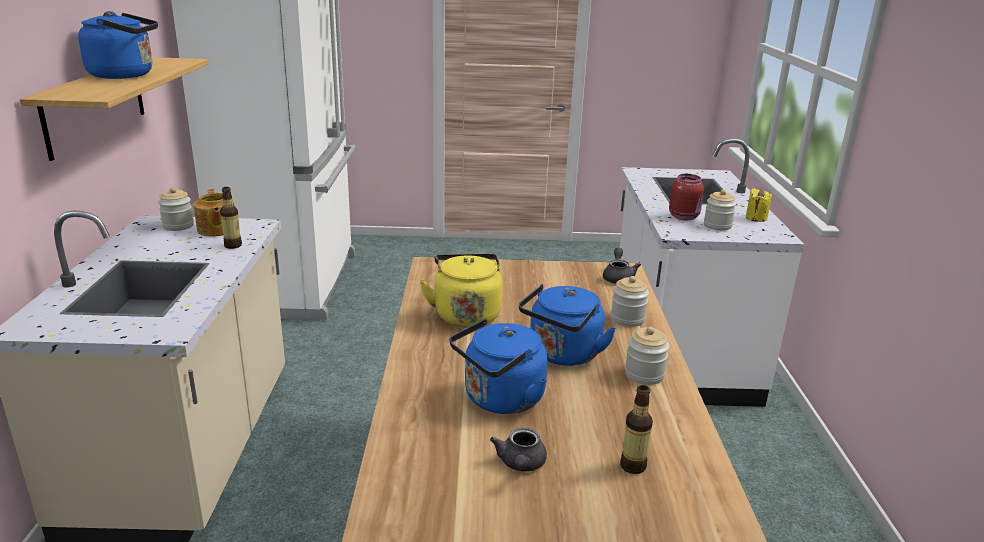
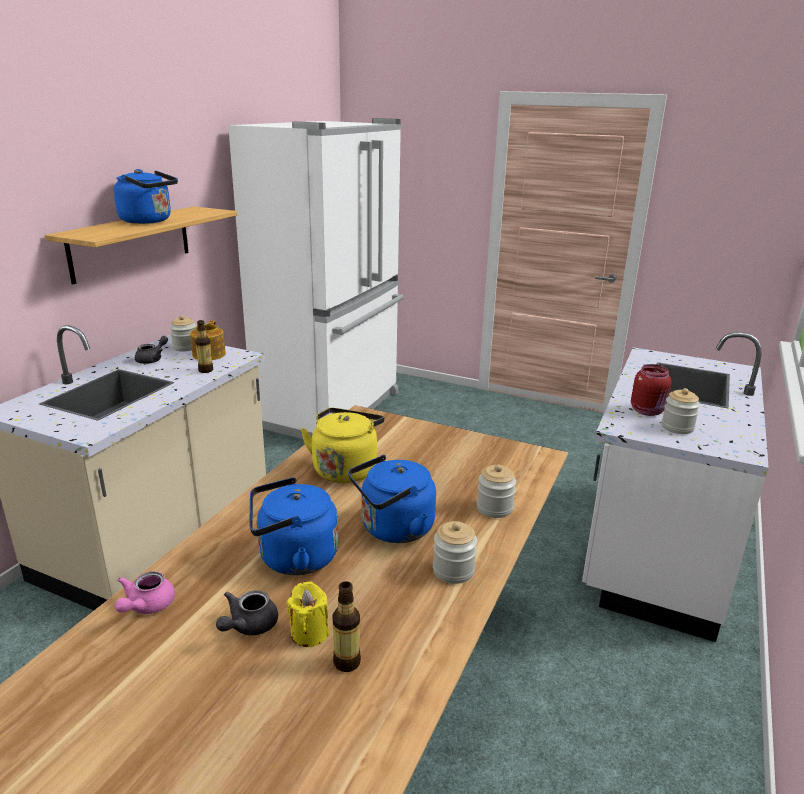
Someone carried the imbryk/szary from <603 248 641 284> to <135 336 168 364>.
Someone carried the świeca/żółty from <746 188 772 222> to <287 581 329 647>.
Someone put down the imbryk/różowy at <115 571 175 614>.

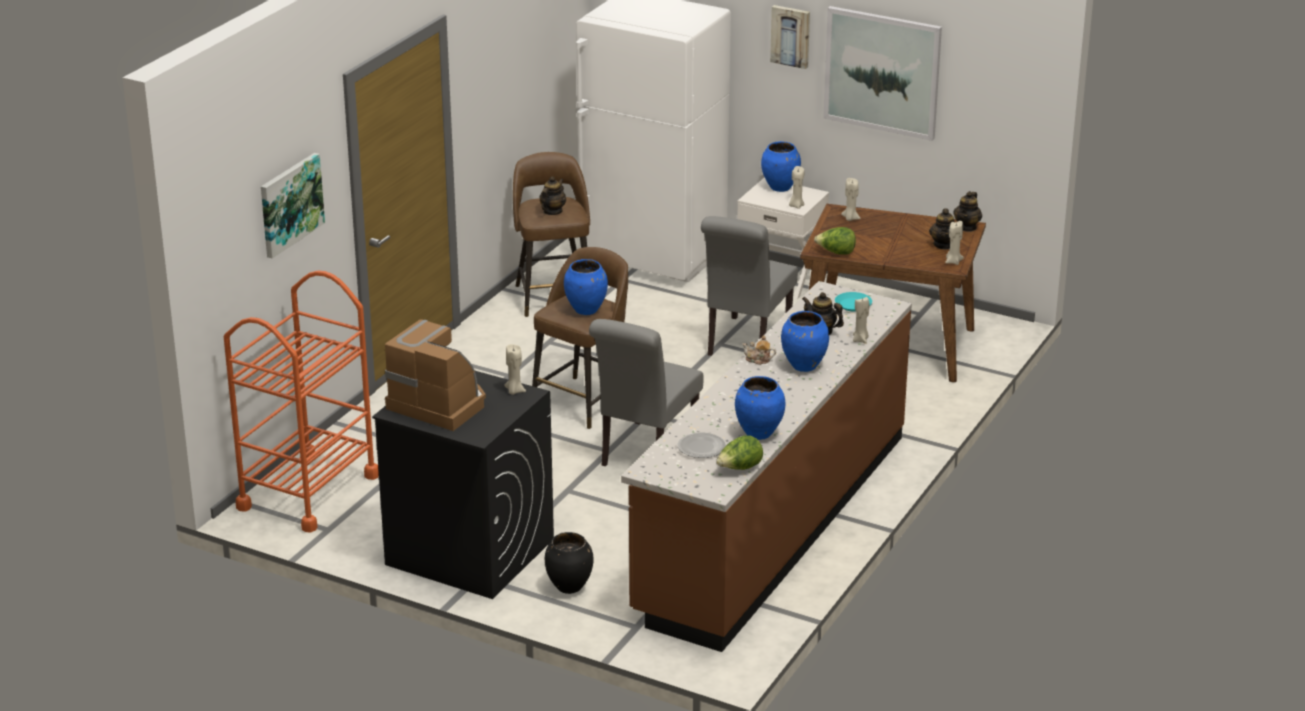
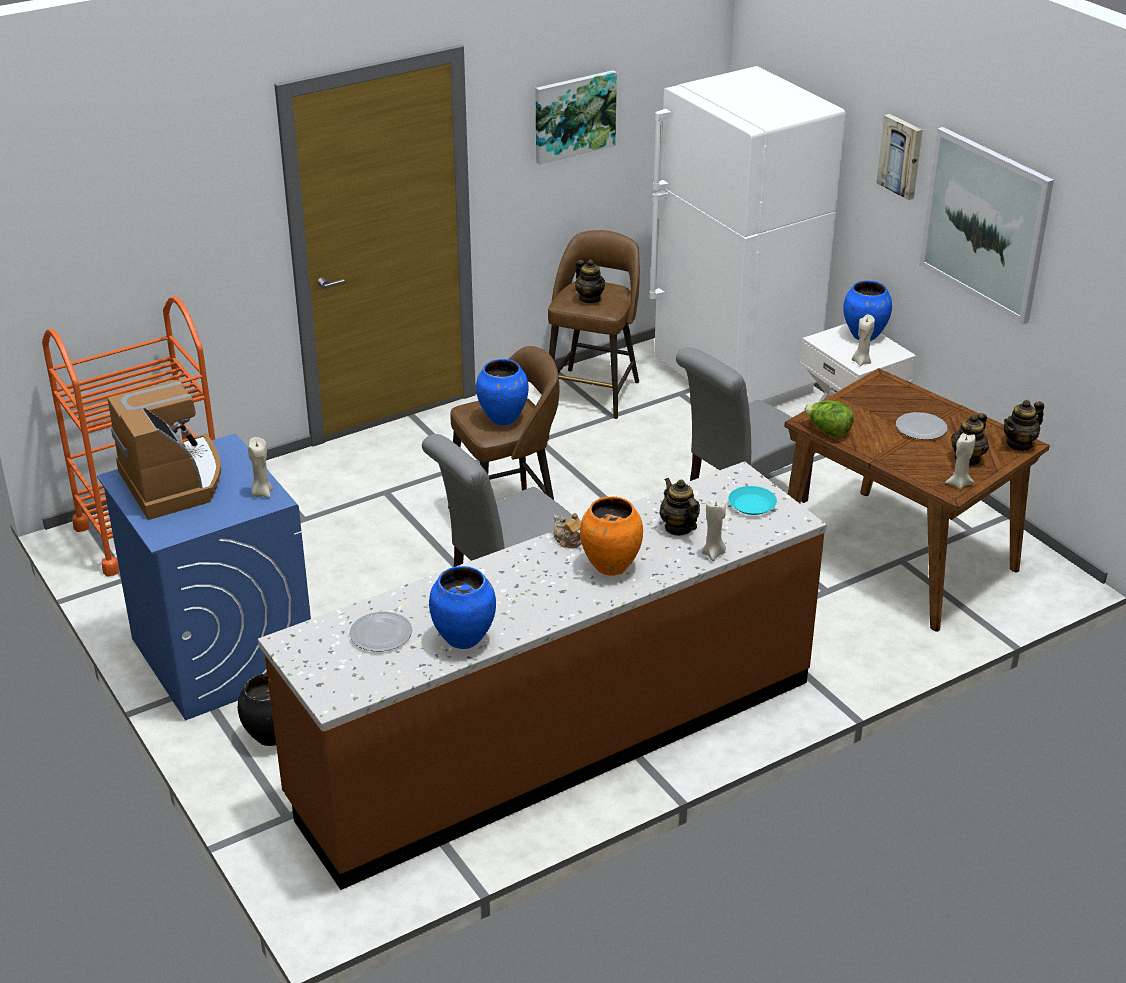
Someone carried the obraz from <261 153 325 259> to <535 70 617 165>.
Someone repainted the pralka/czarny at <372 370 554 599>, which became the pralka/niebieski at <97 433 311 721>.
Someone rotated the imbryk at <539 176 566 215> by 90 degrees clockwise.
Someone took away the sałata at <716 435 763 470>.
Someone repainted the wazon/niebieski at <781 311 829 372>, which became the wazon/pomarańczowy at <580 496 643 576>.
Someone took away the świeca/beżowy at <841 178 861 221>.
Someone put down the talerz at <896 412 947 440>.

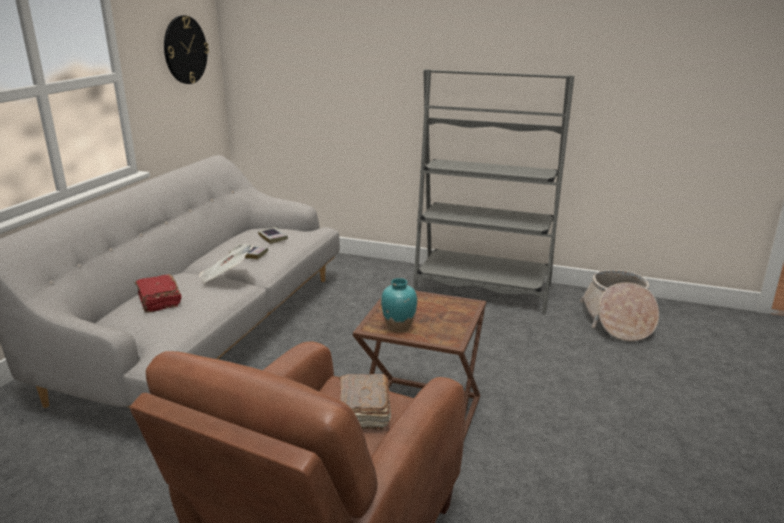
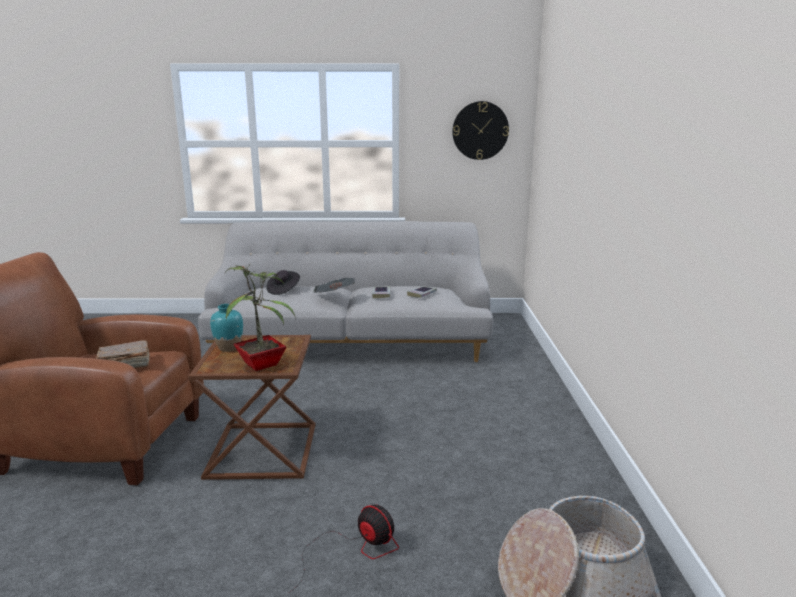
Someone swapped the książka/czerwony at <135 274 182 313> for the kapelusz/czarny at <266 270 300 295>.
Someone took away the regał/szary at <413 69 574 314>.
Someone put down the roślina doniczkowa at <226 263 296 371>.
Someone put down the wentylator at <289 505 399 593>.

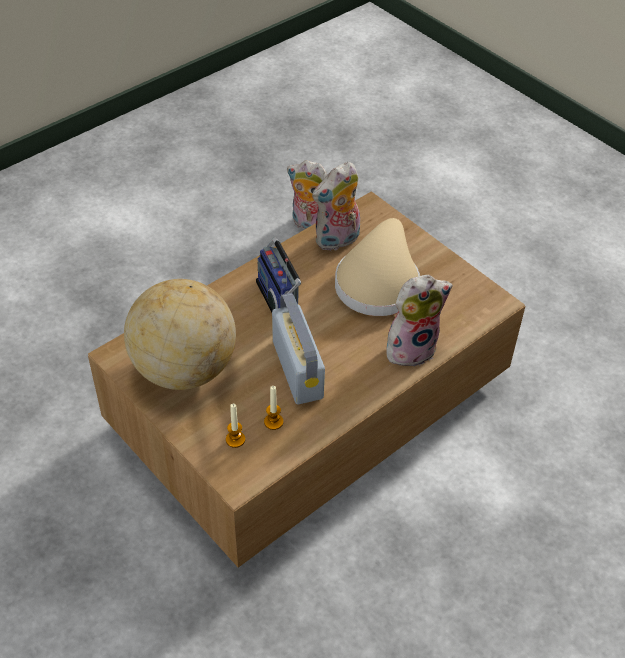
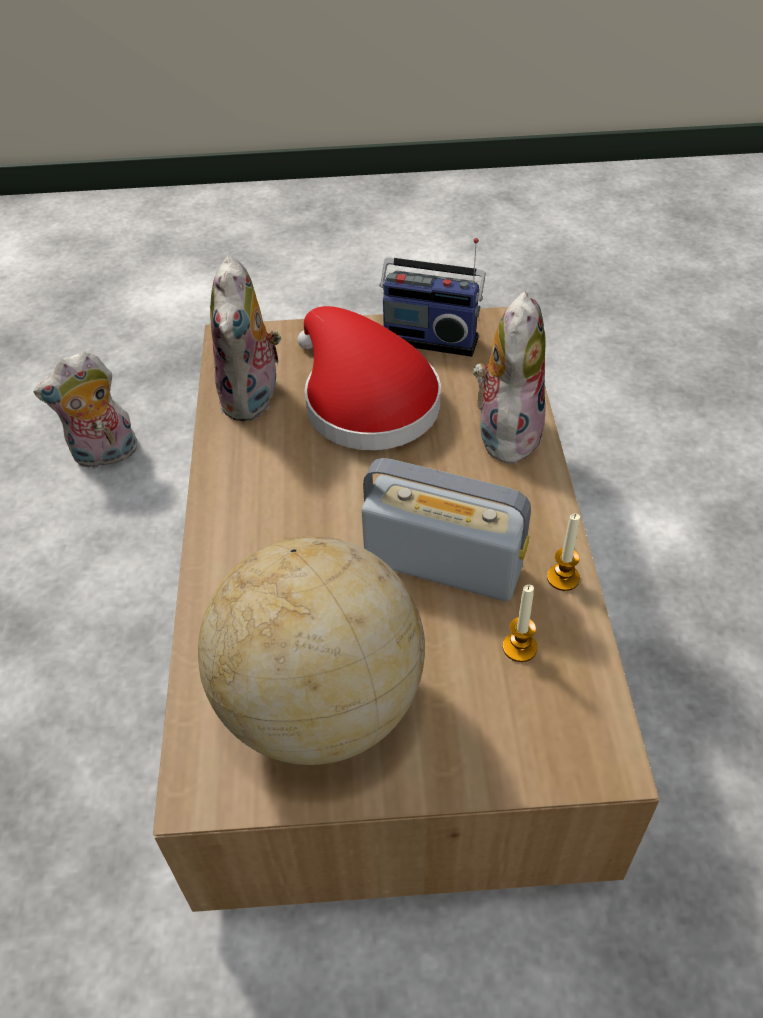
Someone carried the świeca from <226 404 245 448> to <547 514 580 591>.
Someone carried the radio from <256 237 301 312> to <380 238 486 357>.
Someone repainted the kapelusz/beżowy at <335 218 420 316>, which became the kapelusz/czerwony at <298 306 441 450>.

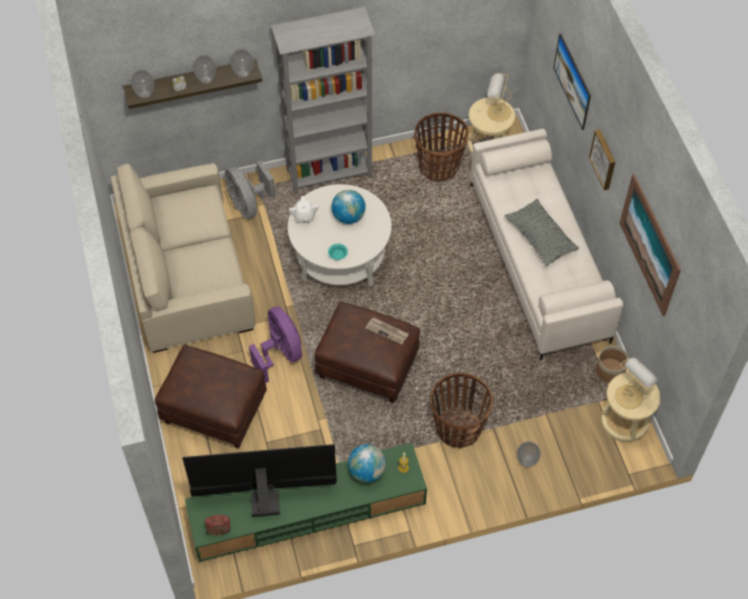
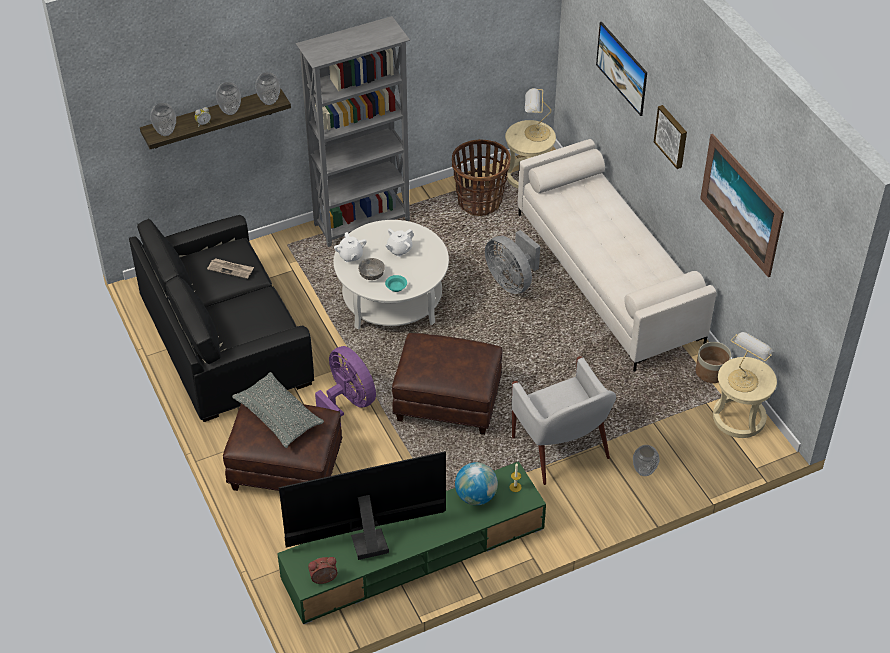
Someone repainted the kanapa/beżowy at <110 163 255 353>, which became the kanapa/czarny at <129 215 314 422>.
Someone carried the wentylator/szary from <225 160 275 219> to <485 230 540 294>.
Someone swapped the globus at <331 190 366 224> for the imbryk/biały at <385 229 414 257>.
Someone carried the gazeta from <365 317 409 345> to <207 258 254 279>.
Someone swapped the koszyk at <430 373 493 448> for the fotel/biały at <512 356 616 485>.
Someone carried the poduszka/szary from <505 199 579 267> to <232 372 324 448>.
Someone put down the miska/szary at <358 258 385 280>.

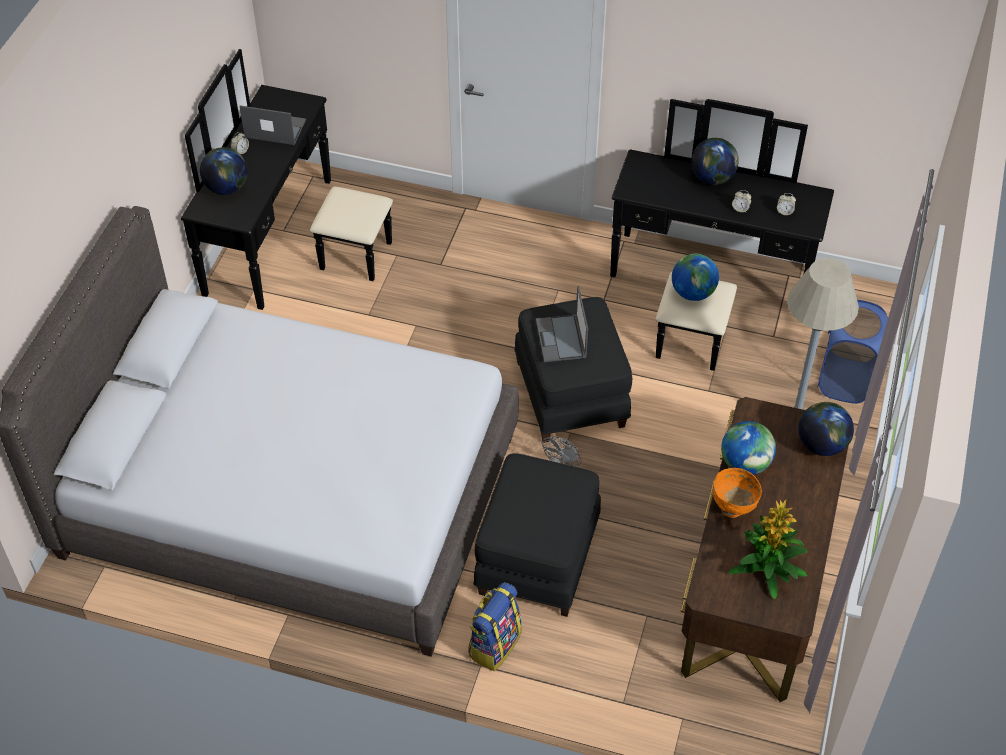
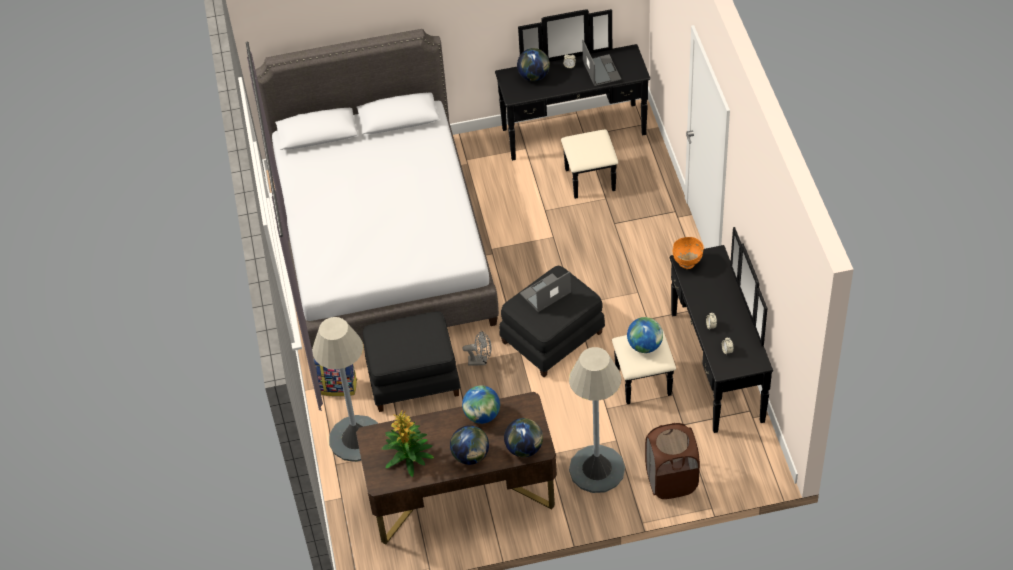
Someone carried the globus from <691 138 739 185> to <450 425 489 465>.
Someone carried the miska/pomarańczowy from <713 468 762 518> to <672 237 704 269>.
Someone repainted the kosz na pranie/niebieski at <818 300 888 404>, which became the kosz na pranie/brązowy at <645 423 700 499>.
Someone put down the lampa stojąca/szary at <312 317 378 462>.

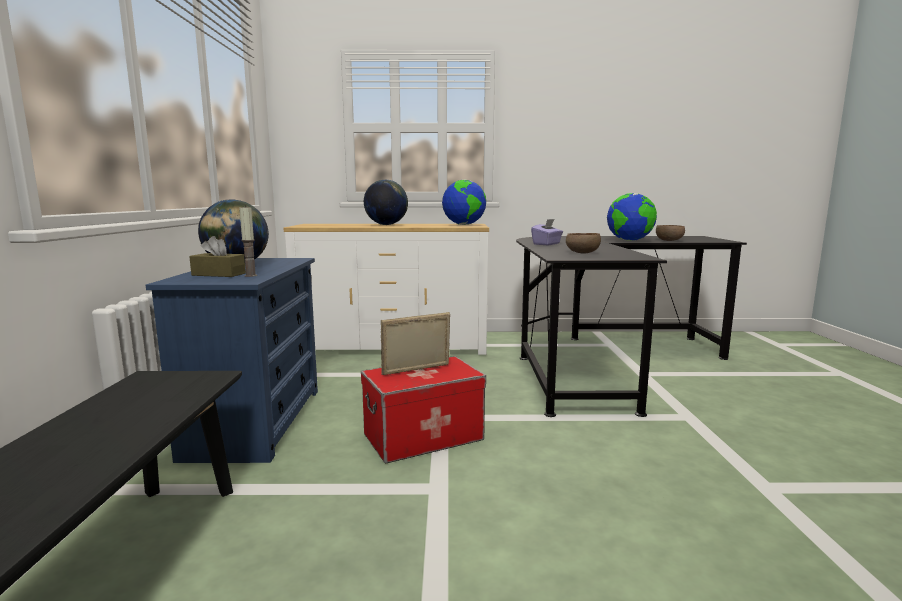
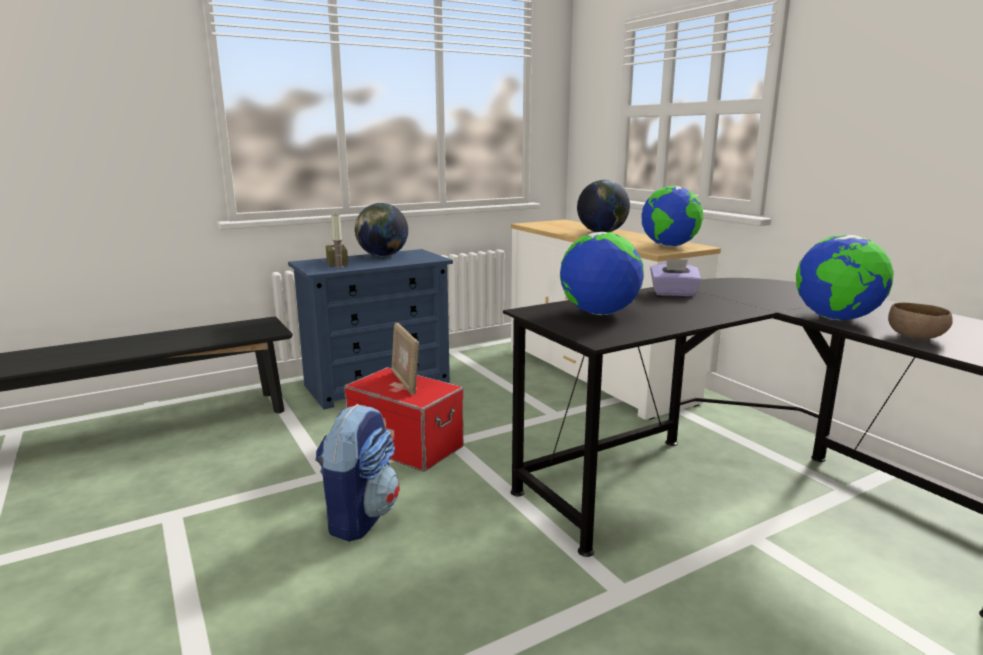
Someone rotated the ramka na zdjęcie at <381 312 450 375> by 150 degrees counterclockwise.
Someone swapped the miska/brązowy at <566 233 601 254> for the globus at <560 232 644 315>.
Someone put down the plecak at <315 404 400 542>.

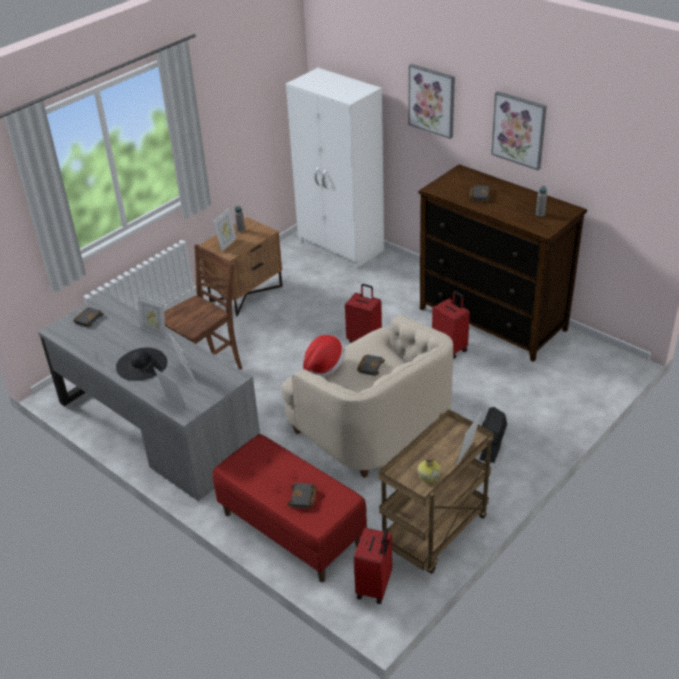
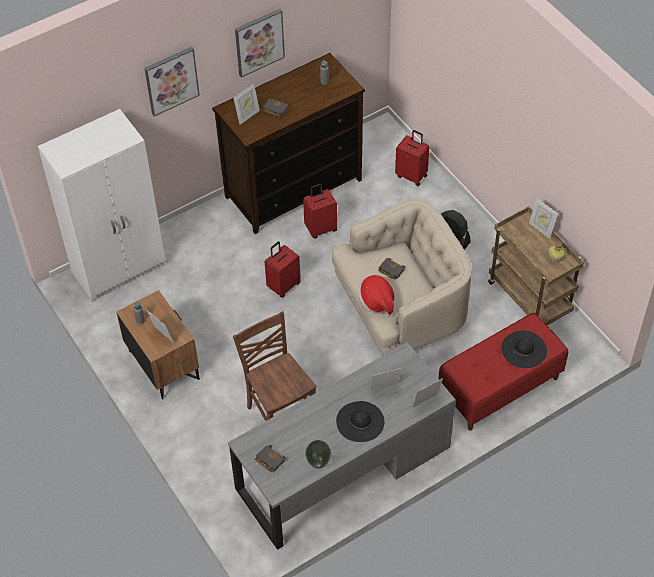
Someone carried the ramka na zdjęcie from <138 296 166 340> to <233 84 260 125>.
Someone swapped the książka/czarny at <287 483 317 509> for the kapelusz/czarny at <502 330 547 368>.
Someone carried the walizka/czerwony from <354 528 392 604> to <395 130 429 186>.
Someone put down the wazon at <305 440 331 469>.

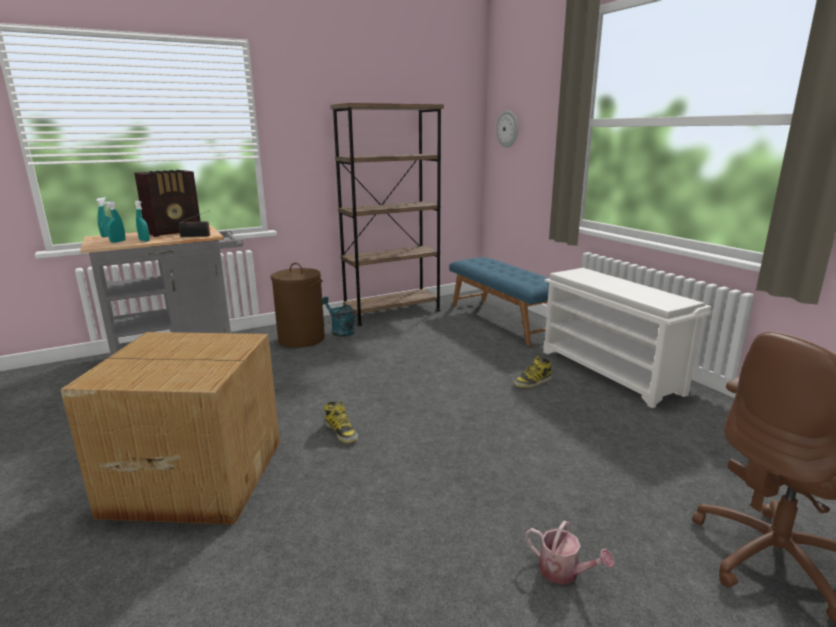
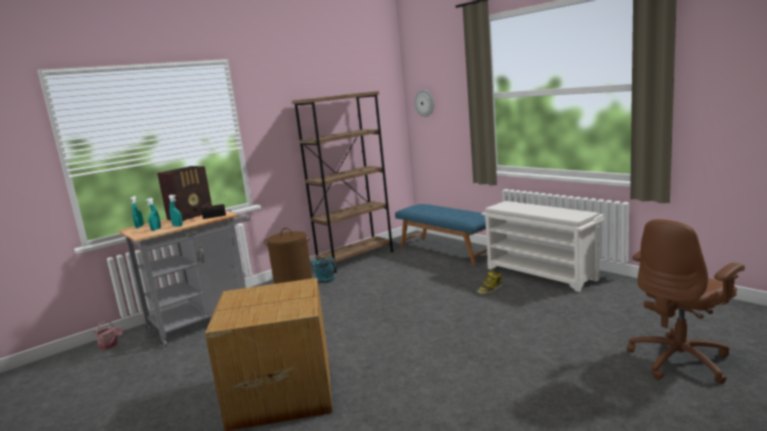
Someone took away the but z cholewką at <324 401 358 443>.
Someone carried the konewka from <526 521 614 585> to <94 321 123 350>.

